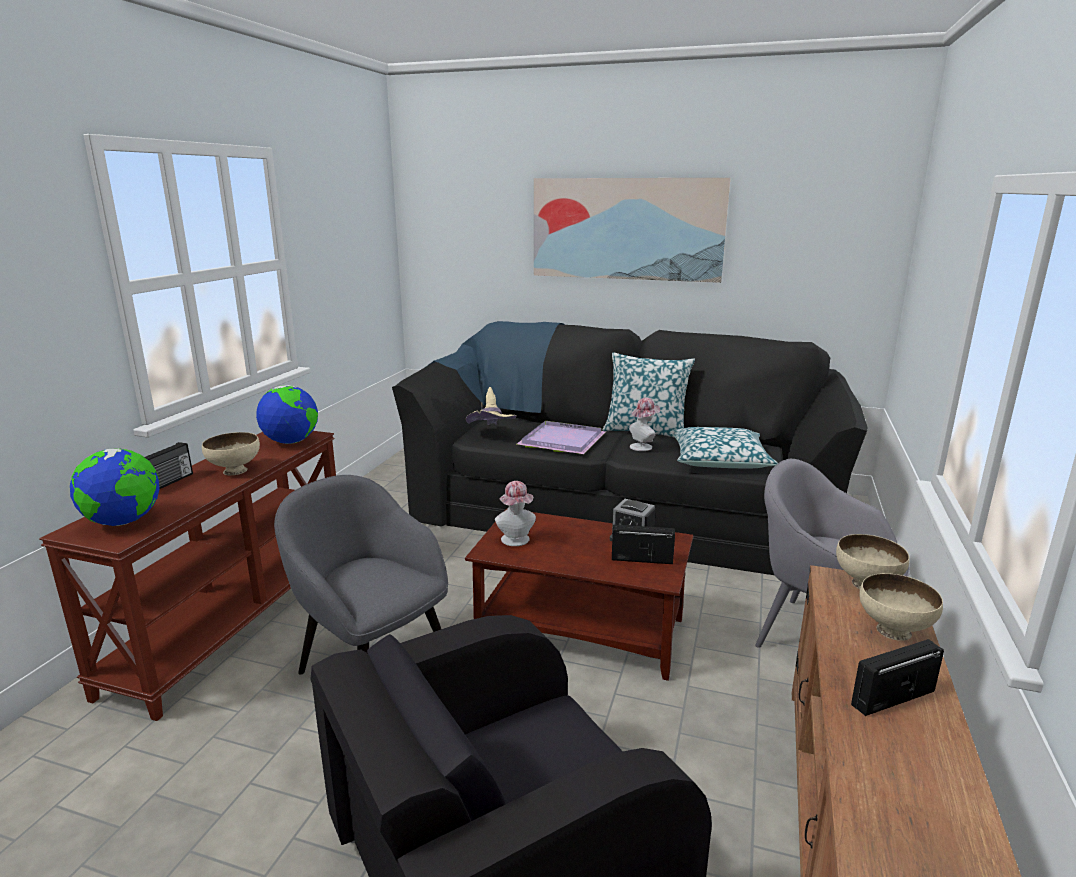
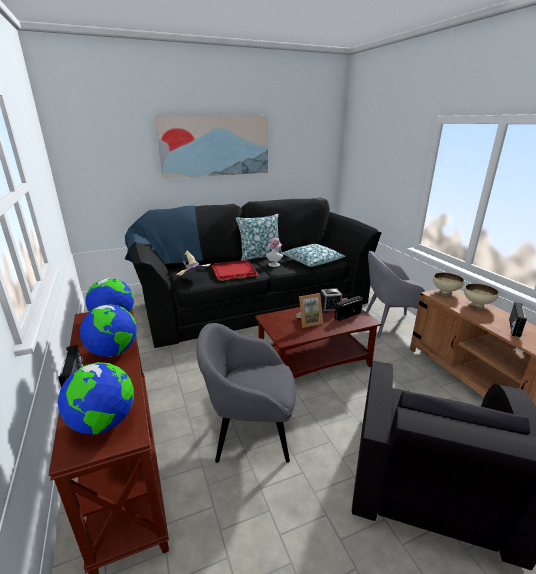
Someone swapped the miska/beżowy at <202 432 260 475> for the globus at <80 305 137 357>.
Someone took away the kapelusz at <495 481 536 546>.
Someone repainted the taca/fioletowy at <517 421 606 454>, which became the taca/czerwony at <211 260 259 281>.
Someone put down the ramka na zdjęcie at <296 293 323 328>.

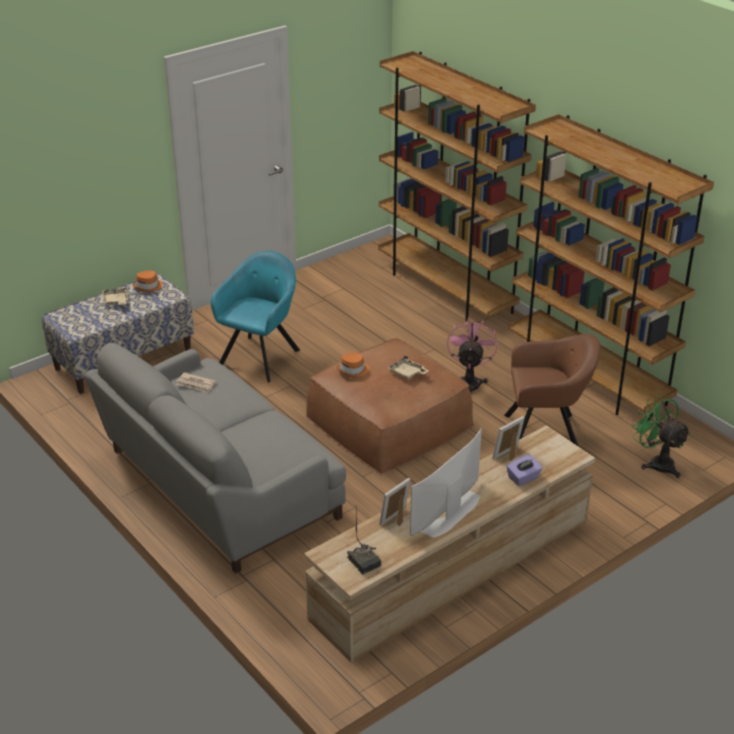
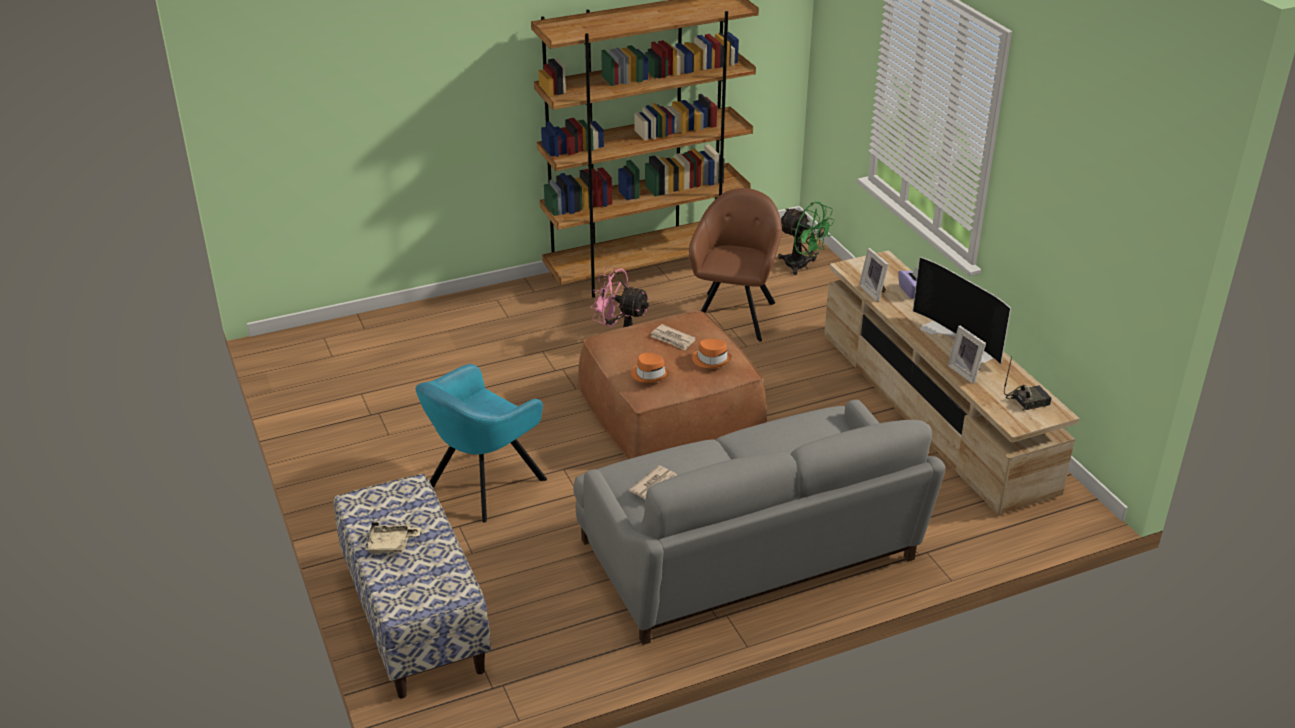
Someone carried the kapelusz/pomarańczowy from <133 270 163 292> to <692 339 732 368>.
Someone rotated the fotel/turkusowy at <211 251 300 382> by 90 degrees counterclockwise.
Someone took away the regał/brązowy at <379 51 536 321>.
Someone swapped the taca/beżowy at <388 355 429 379> for the gazeta at <650 324 696 350>.
Someone rotated the wentylator/zielony at <632 394 691 478> by 120 degrees counterclockwise.

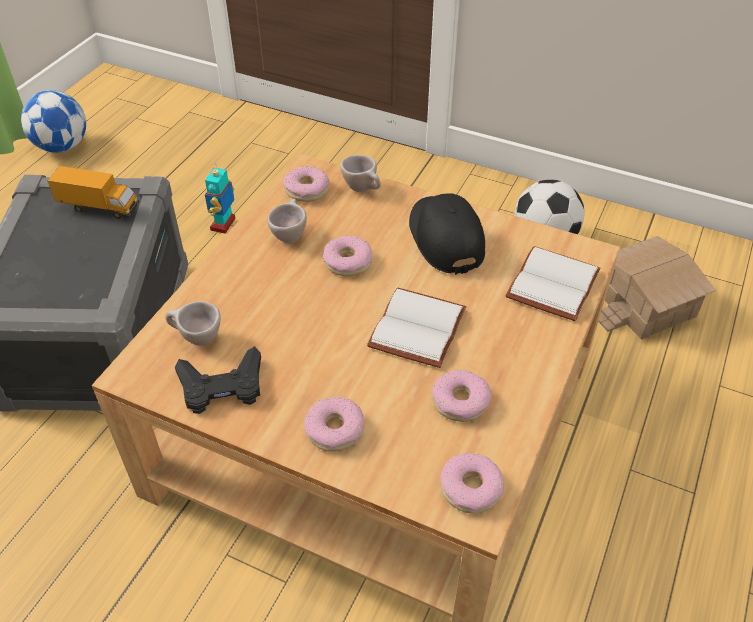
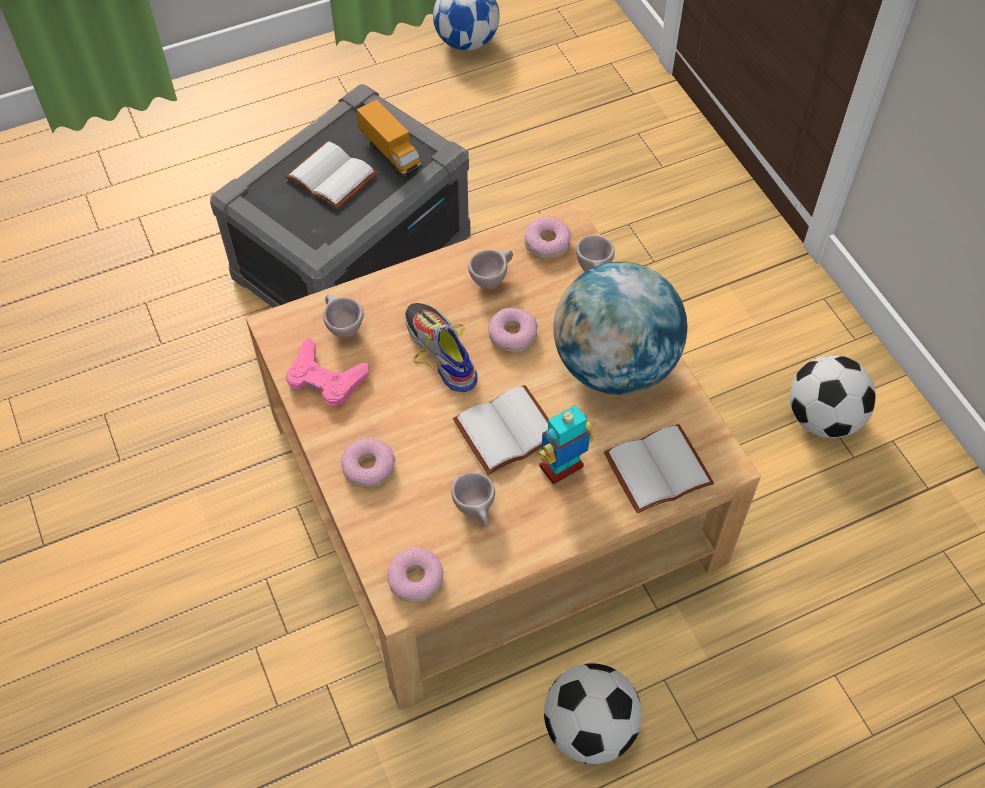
Someone repainted the pad do gier/czarny at <175 346 261 414>, which became the pad do gier/różowy at <286 338 369 407>.
Someone carried the robot zabawkowy from <205 165 235 234> to <538 405 594 485>.
Someone swapped the czapka z daszkiem/czarny at <409 193 485 275> for the globus at <554 262 687 395>.
Someone swapped the donut at <432 370 491 422> for the filiżanka/beżowy at <451 472 495 527>.
Someone took away the domek at <598 236 716 339>.
Someone put down the książka/biały at <285 141 378 210>.
Someone put down the but at <404 303 478 392>.
Someone put down the piłka futbolowa at <544 663 642 764>.

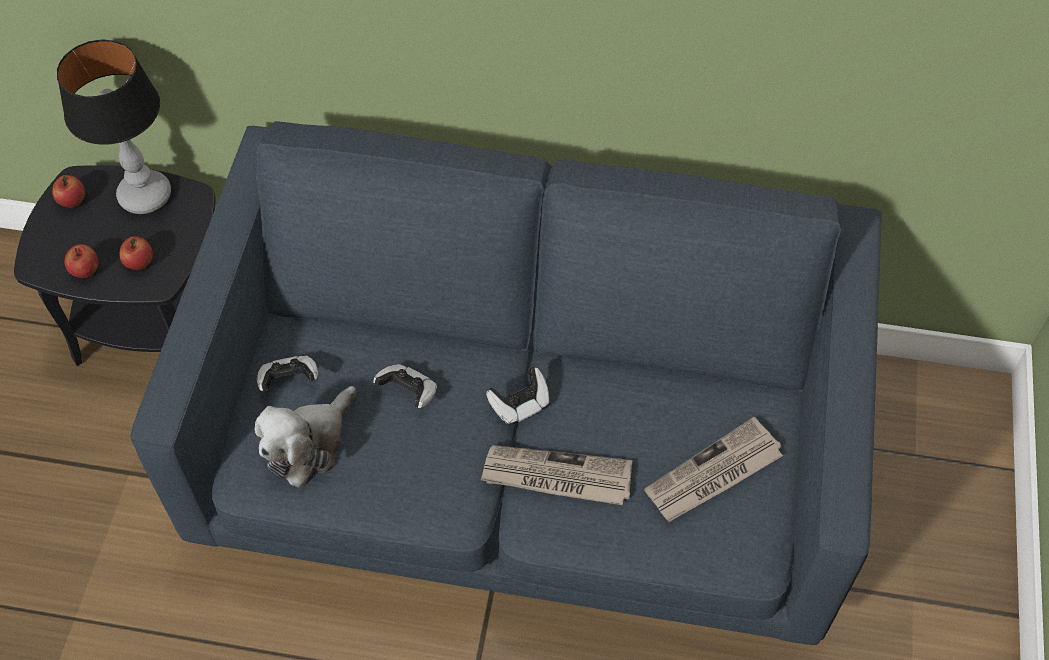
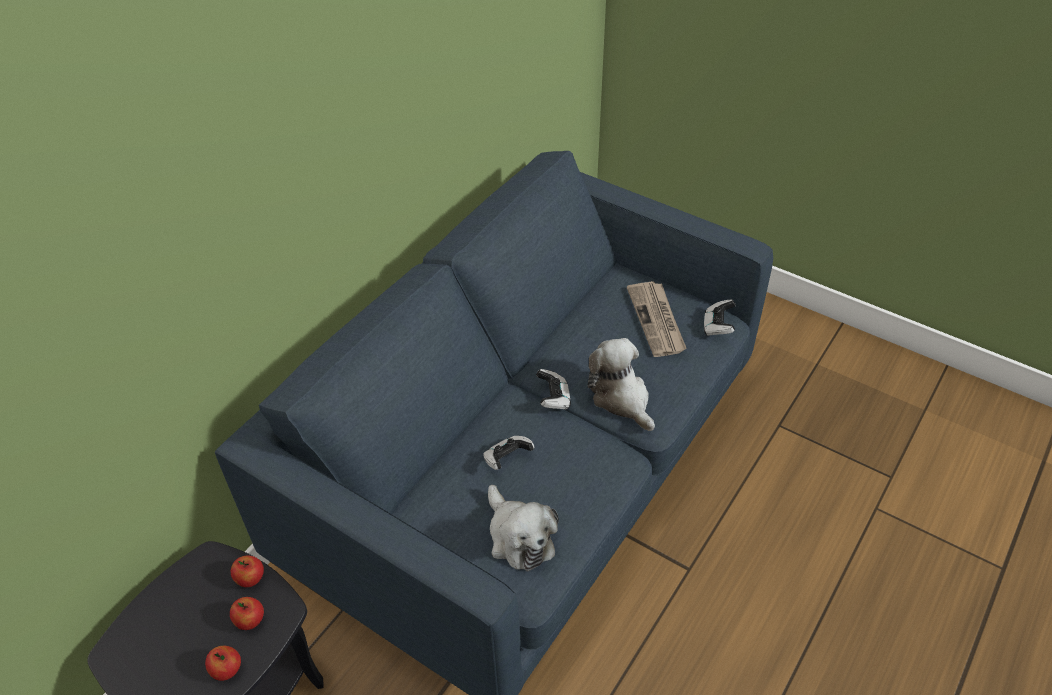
Someone carried the jabłko from <52 175 85 208> to <231 556 264 587>.
Someone took away the lampa stołowa at <57 39 171 214>.
Someone carried the pad do gier from <257 356 318 391> to <704 299 736 336>.
Someone swapped the gazeta at <481 445 633 505> for the pluszak at <588 338 655 431>.

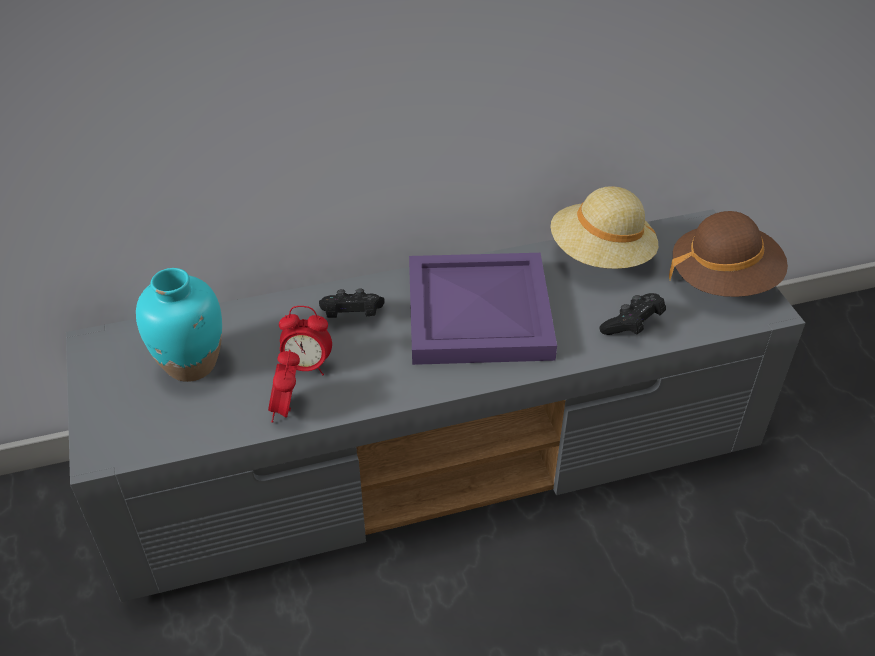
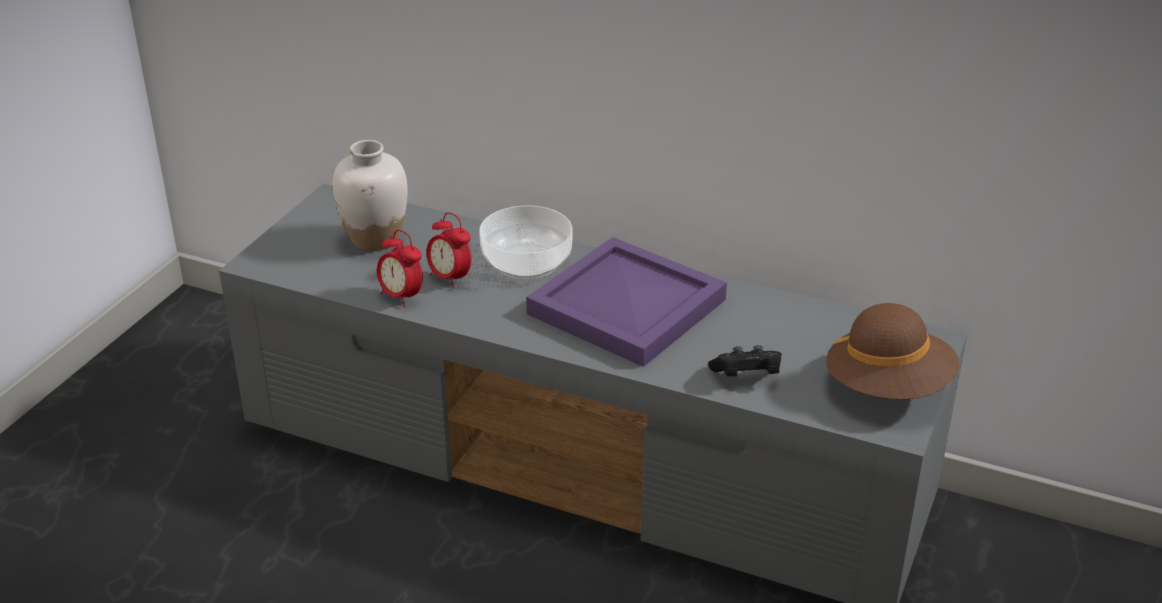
Someone repainted the wazon/turkusowy at <136 268 222 382>, which became the wazon/biały at <333 140 408 251>.
Someone rotated the budzik at <268 350 300 423> by 90 degrees counterclockwise.
Someone swapped the pad do gier/czarny at <319 288 385 318> for the miska at <479 205 573 280>.
Someone took away the kapelusz/beżowy at <550 186 658 269>.

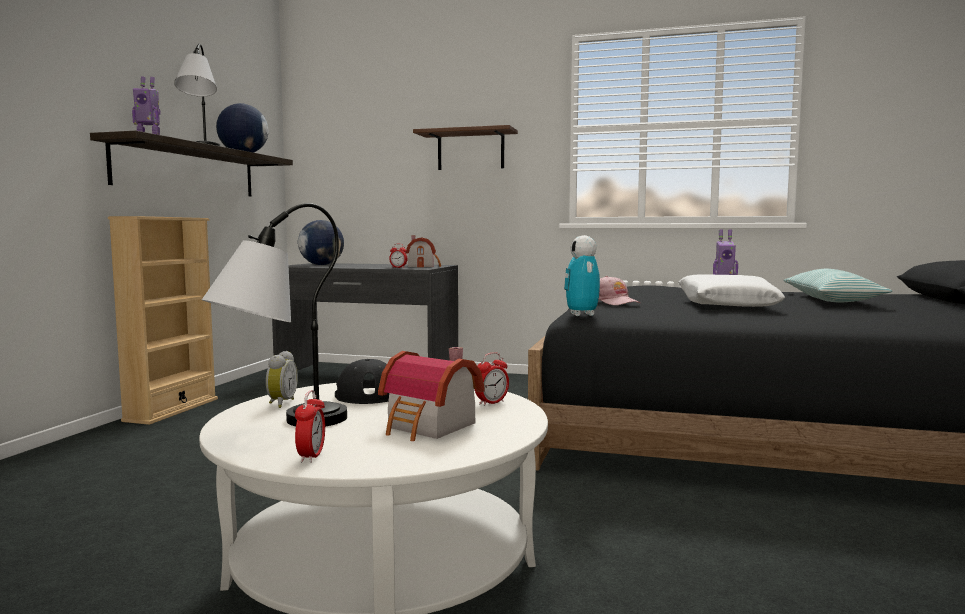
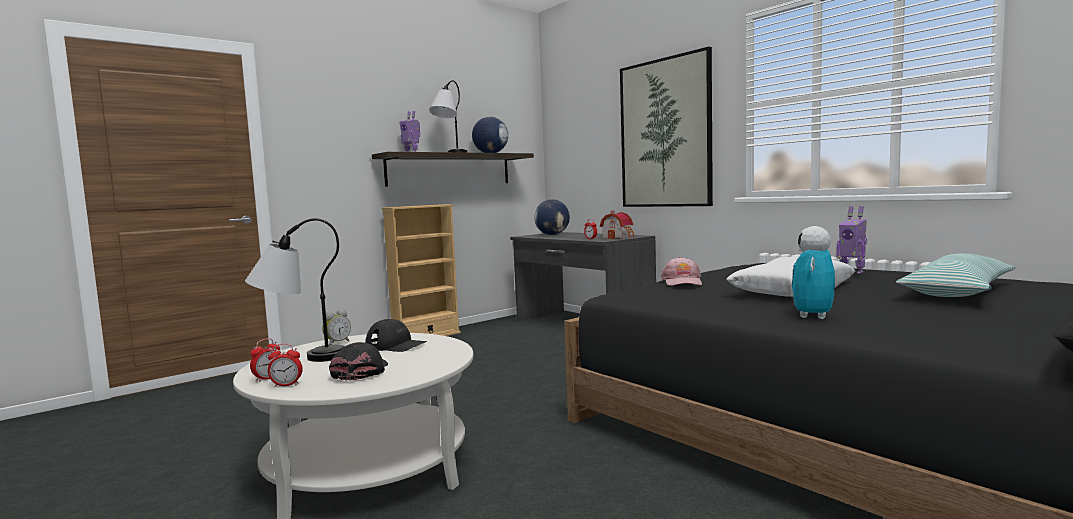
Someone swapped the domek at <378 347 485 441> for the czapka z daszkiem/czarny at <329 342 388 381>.
Someone swapped the półka/brązowy at <413 125 518 170> for the obraz at <620 47 713 207>.
Someone carried the budzik from <475 352 509 406> to <268 344 303 387>.
Someone carried the robot zabawkowy from <564 235 600 316> to <792 226 835 319>.

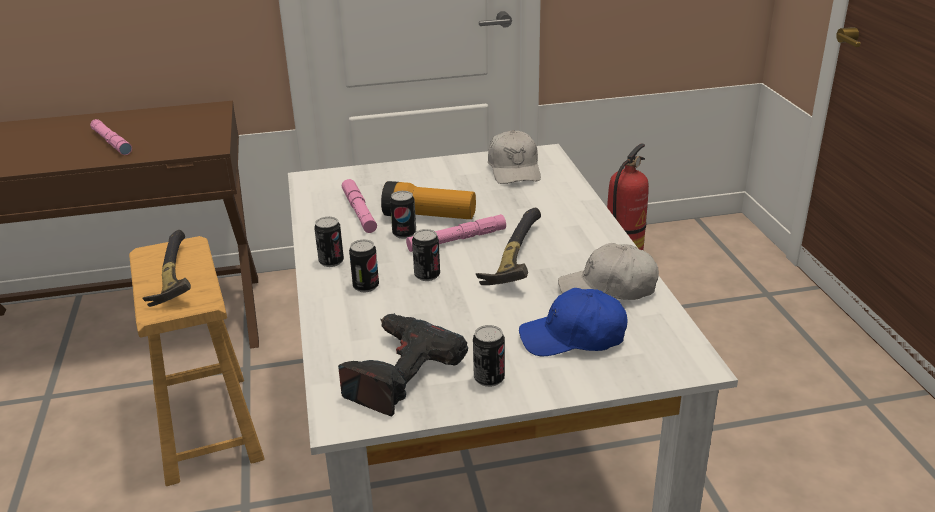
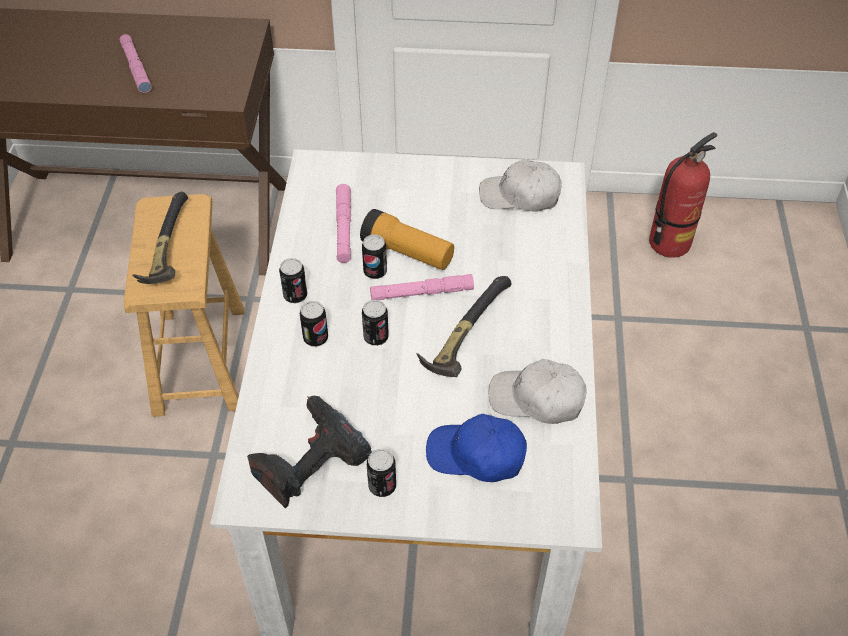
Someone rotated the czapka z daszkiem/biały at <488 130 541 184> by 90 degrees clockwise.

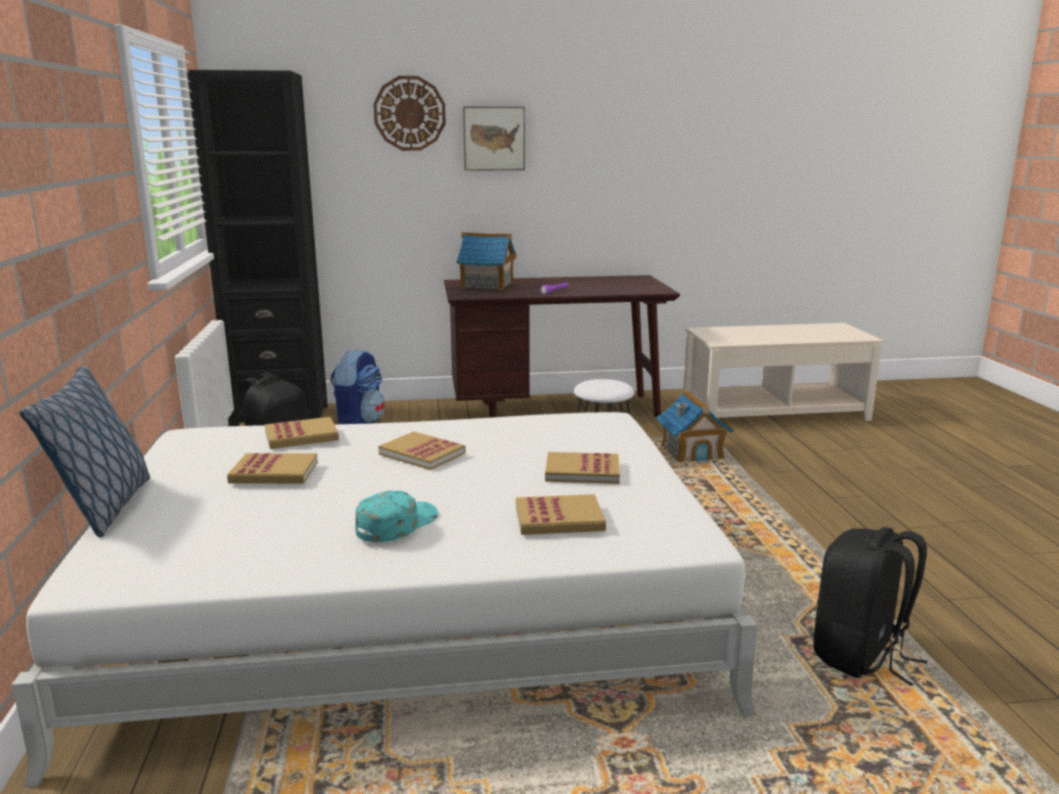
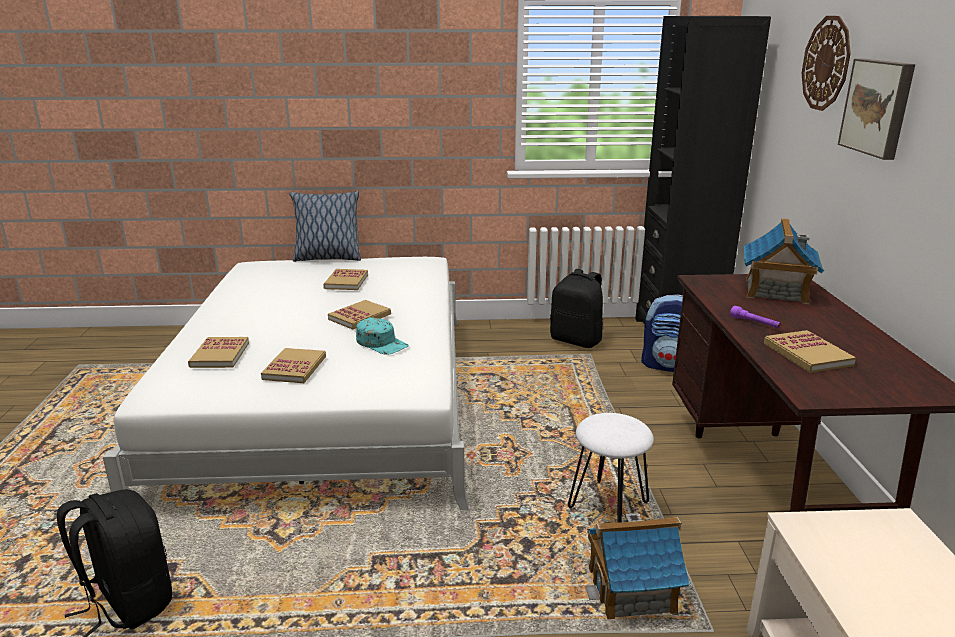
Someone carried the książka from <265 417 339 449> to <764 330 856 373>.
Someone carried the czapka z daszkiem/turkusowy from <355 491 438 542> to <356 318 409 355>.

